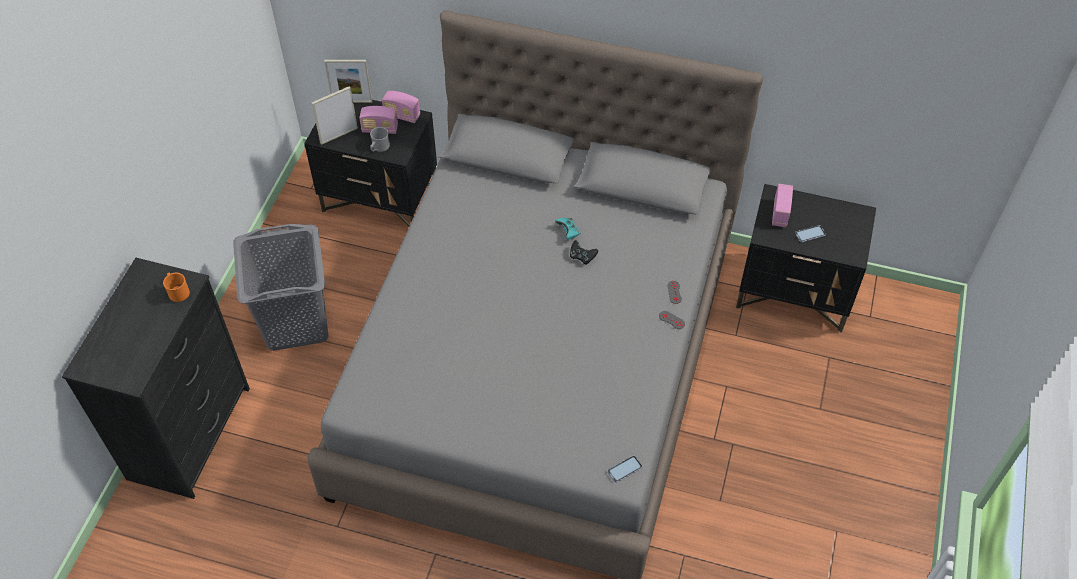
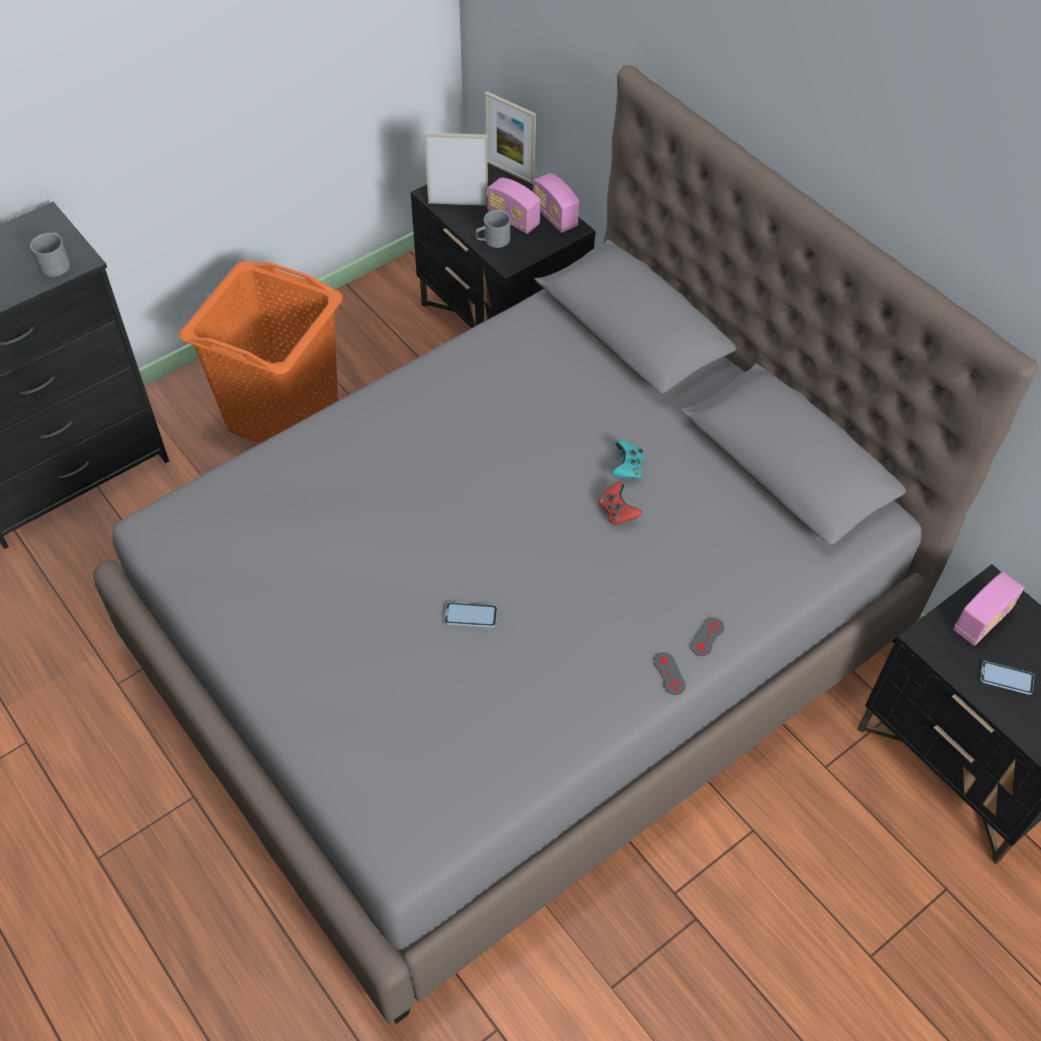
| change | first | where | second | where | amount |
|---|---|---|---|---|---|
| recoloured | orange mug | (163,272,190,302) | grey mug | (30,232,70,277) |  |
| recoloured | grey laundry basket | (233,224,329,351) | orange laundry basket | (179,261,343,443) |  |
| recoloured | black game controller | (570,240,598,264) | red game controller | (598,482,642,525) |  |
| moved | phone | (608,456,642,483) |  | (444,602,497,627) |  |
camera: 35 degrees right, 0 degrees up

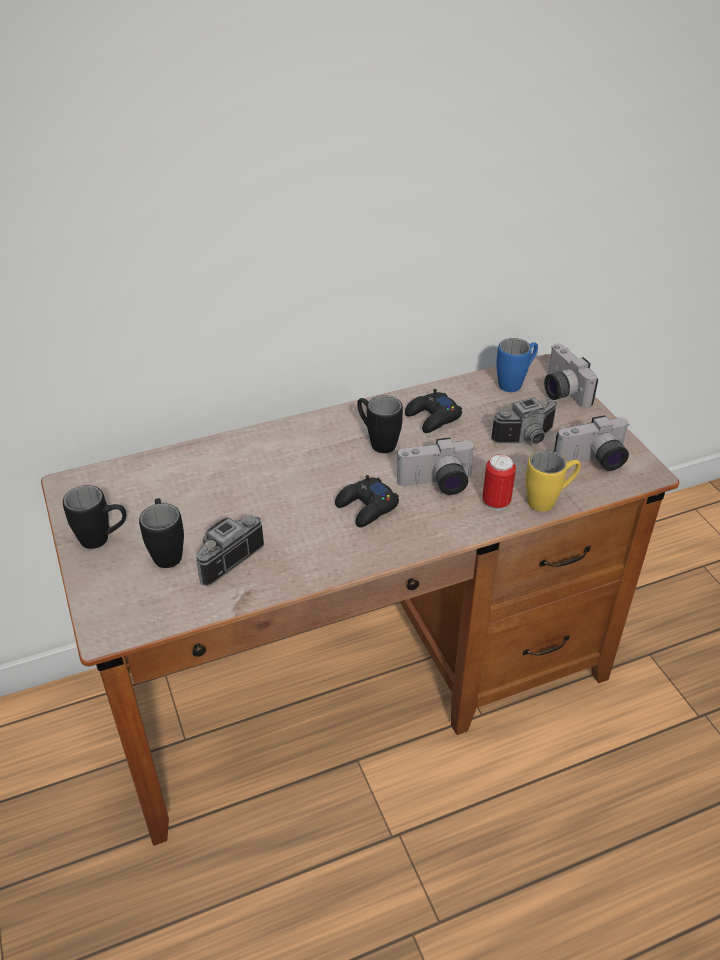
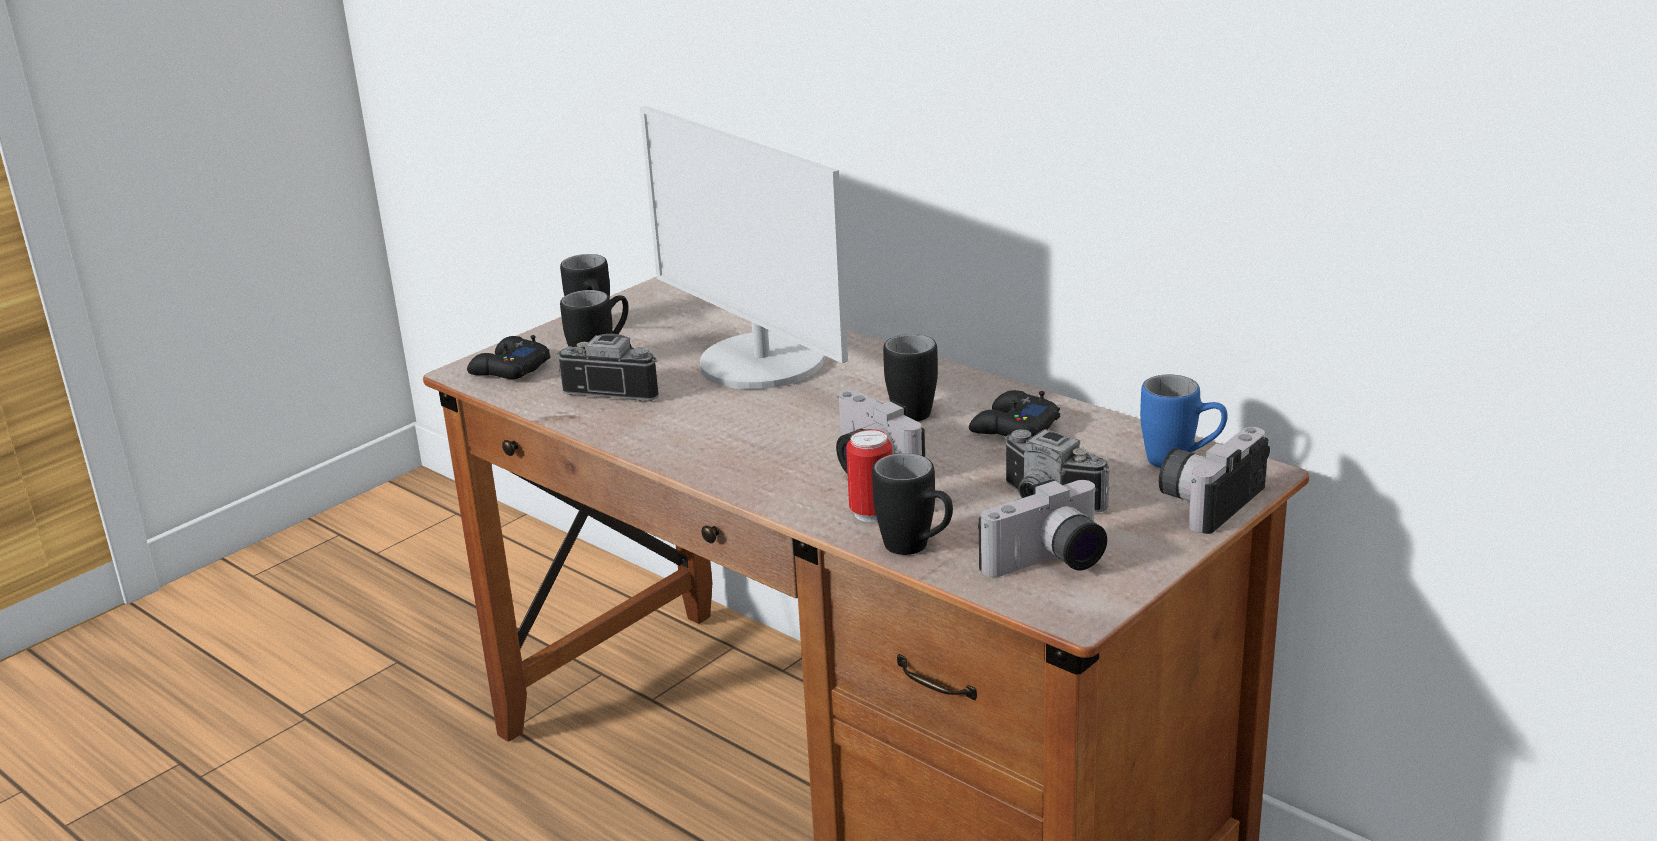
| change | first | where | second | where | amount |
|---|---|---|---|---|---|
| moved | black game controller | (335,475,399,527) |  | (467,335,550,379) |  |
| recoloured | yellow mug | (526,450,581,512) | black mug | (872,453,953,555) |  |
| turned | photo camera | (554,415,630,471) |  | (978,479,1107,577) | 75 degrees counterclockwise |
| added |  |  | monitor | (640,106,848,389) |  |
camera: 65 degrees right, 15 degrees down

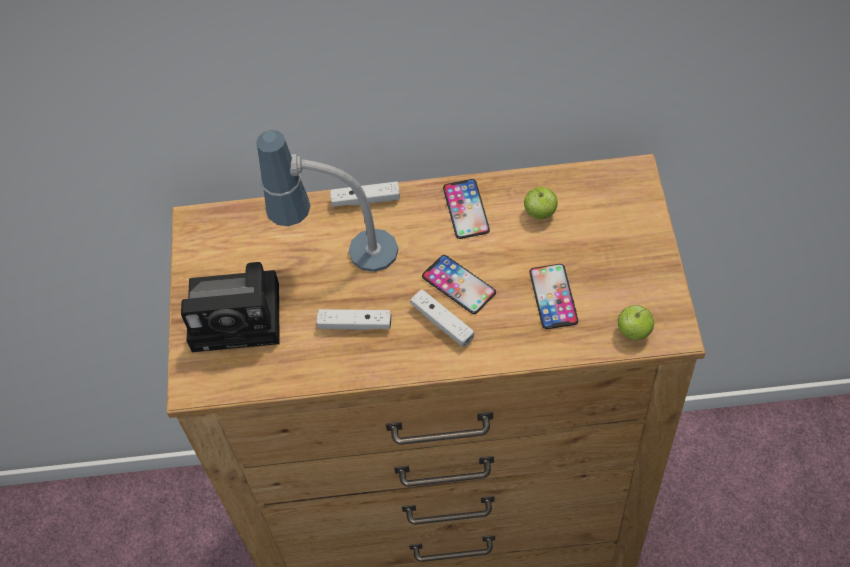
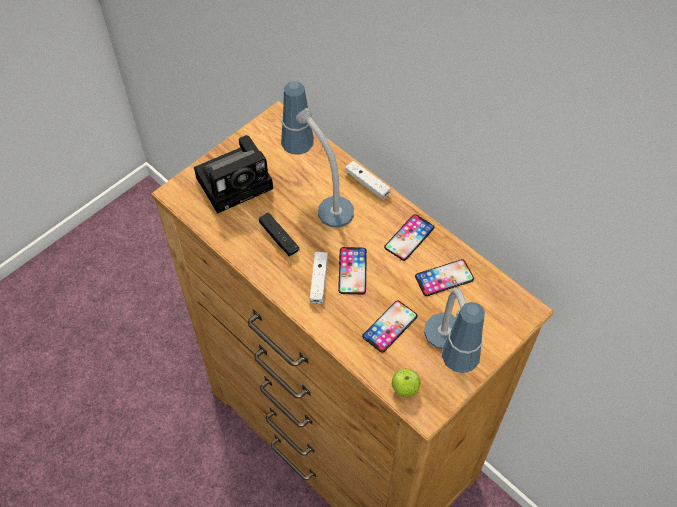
| change | first | where | second | where | amount |
|---|---|---|---|---|---|
| turned | photo camera | (181,262,280,352) |  | (194,135,273,214) | 75 degrees counterclockwise |
| recoloured | white game controller | (317,309,391,330) | black game controller | (259,213,299,257) |  |
| replaced | apple | (524,187,558,219) | phone | (415,259,474,296) |  |
| added |  |  | table lamp | (424,288,485,373) |  |
camera: 45 degrees right, 0 degrees up

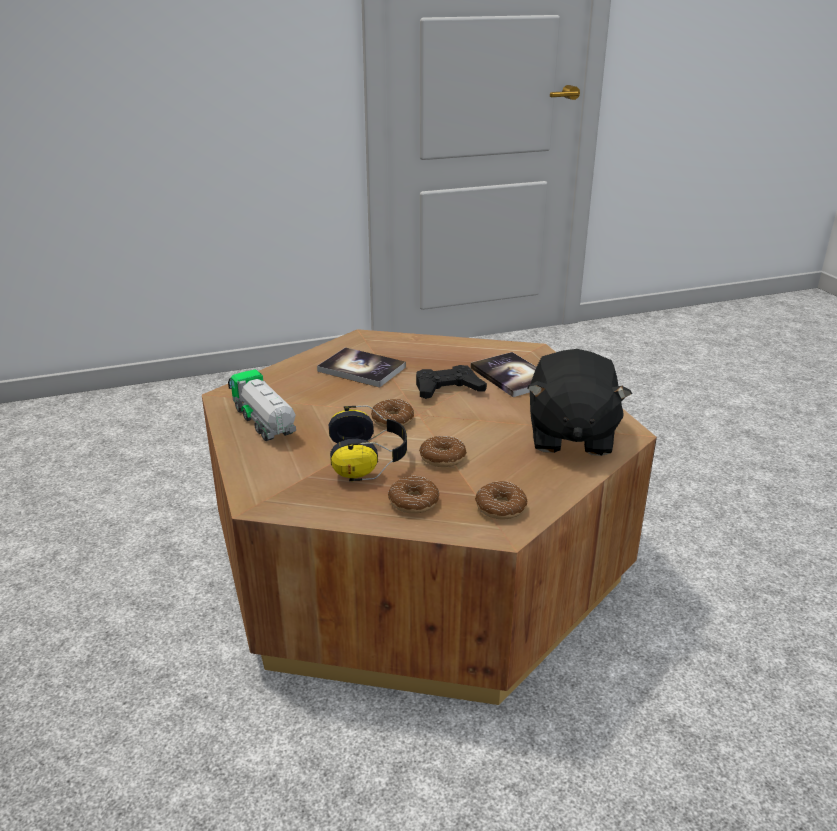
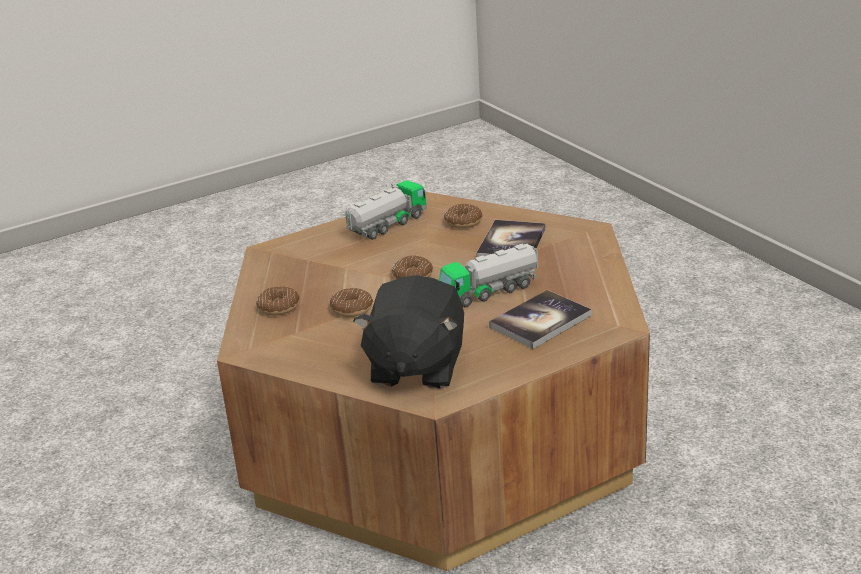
| change | first | where | second | where | amount |
|---|---|---|---|---|---|
| removed | headphones | (329,405,407,481) |  |  |  |
| replaced | black game controller | (416,365,487,399) | toy truck | (439,244,538,307) |  |
| moved | donut | (475,481,528,519) |  | (444,204,483,228) |  |
| turned | black plush toy | (527,349,632,456) |  | (353,275,464,389) | 75 degrees counterclockwise |
camera: 80 degrees right, 0 degrees up

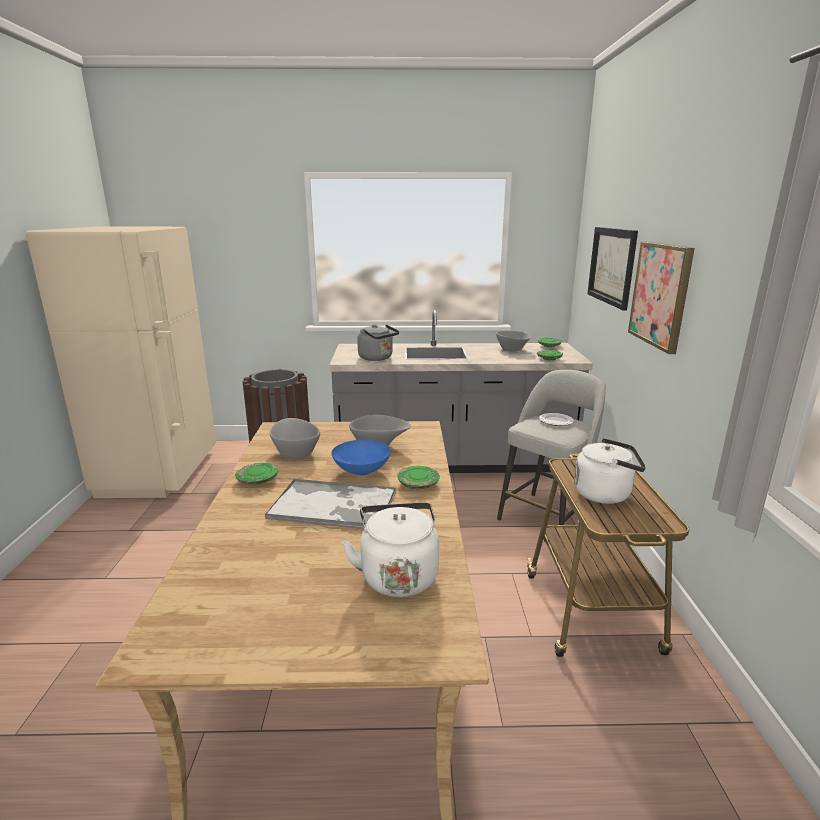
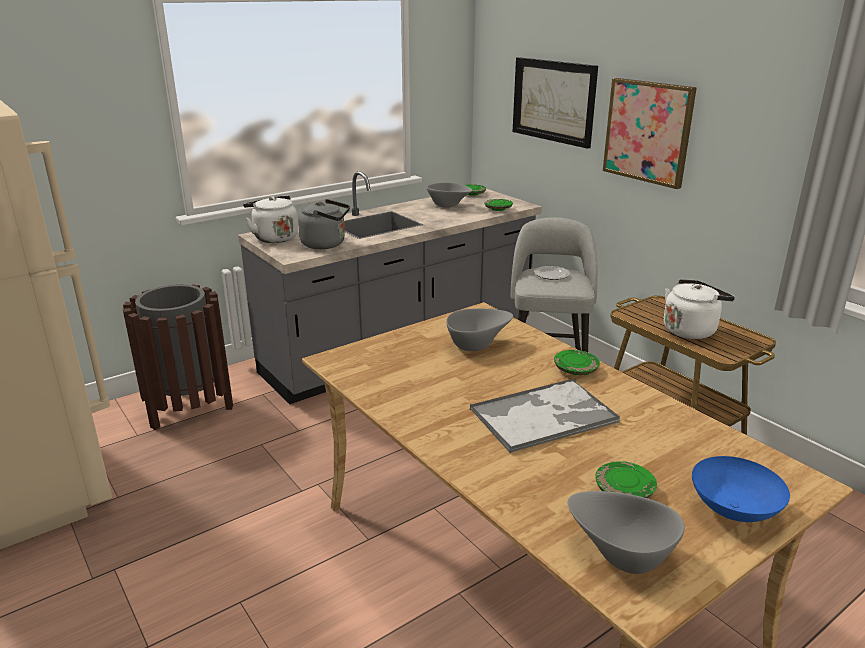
| change | first | where | second | where | amount |
|---|---|---|---|---|---|
| moved | green plate | (235,463,278,485) |  | (595,461,657,498) |  |
| moved | grey bowl | (270,418,320,459) |  | (568,491,685,574) |  |
| moved | blue bowl | (331,440,391,476) |  | (692,456,790,522) |  |
| moved | white kettle | (342,502,439,597) |  | (243,196,298,243) |  |
camera: 35 degrees left, 5 degrees up

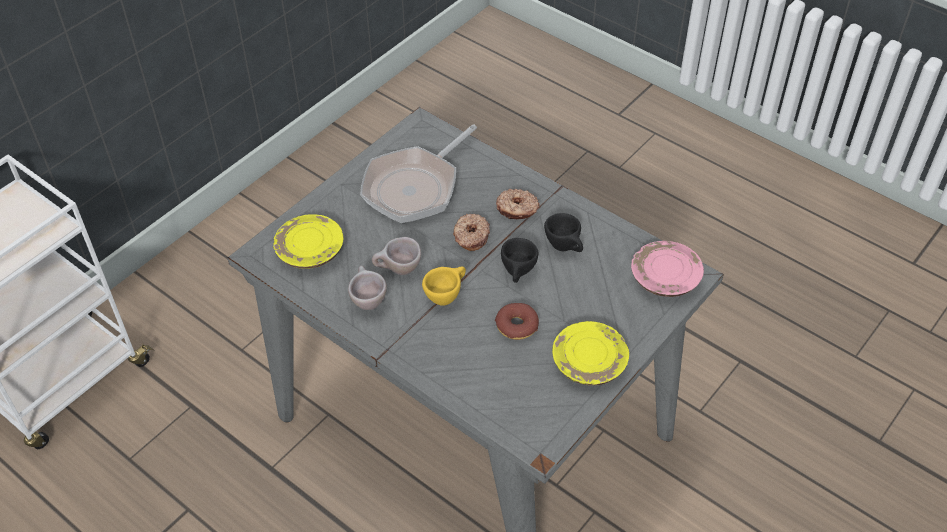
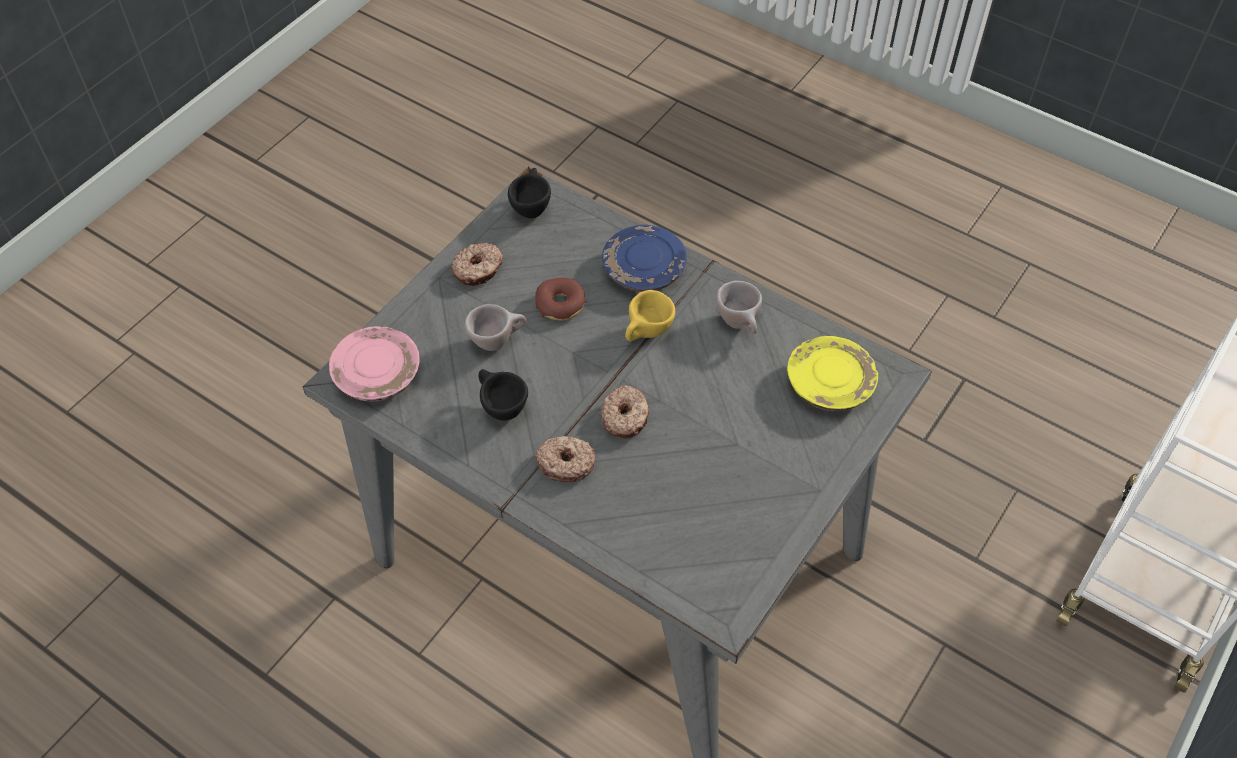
| change | first | where | second | where | amount |
|---|---|---|---|---|---|
| removed | frying pan | (360,124,477,223) |  |  |  |
| moved | beige cup | (372,237,421,275) |  | (465,304,526,351) |  |
| moved | black cup | (501,238,538,283) |  | (508,168,551,218) |  |
| replaced | yellow plate | (552,321,629,386) | donut | (451,242,503,286) |  |
| added |  |  | blue plate | (602,225,687,292) |  |
camera: 175 degrees right, 5 degrees up

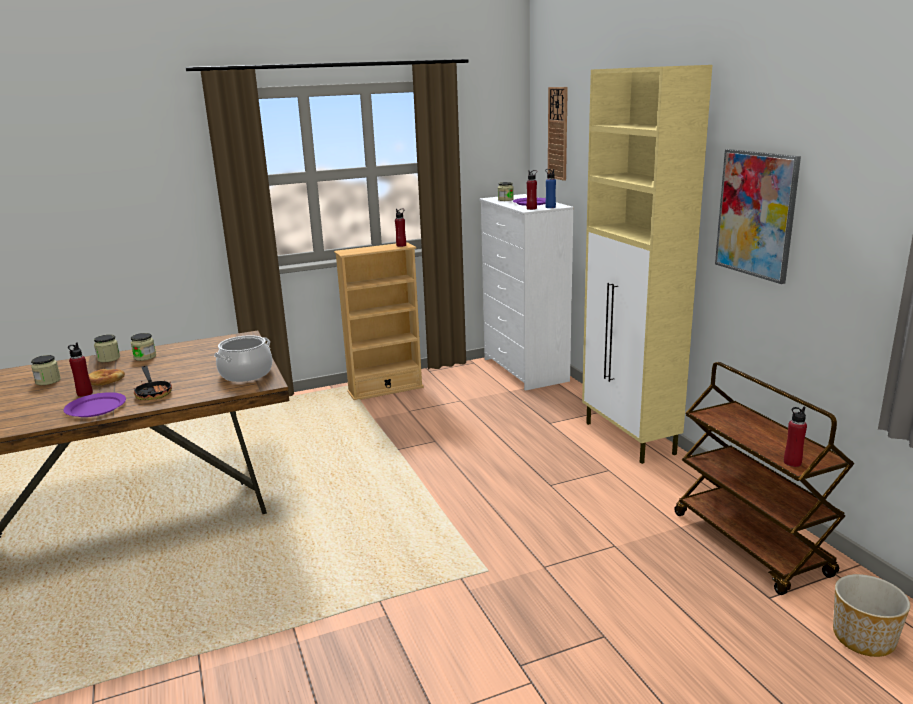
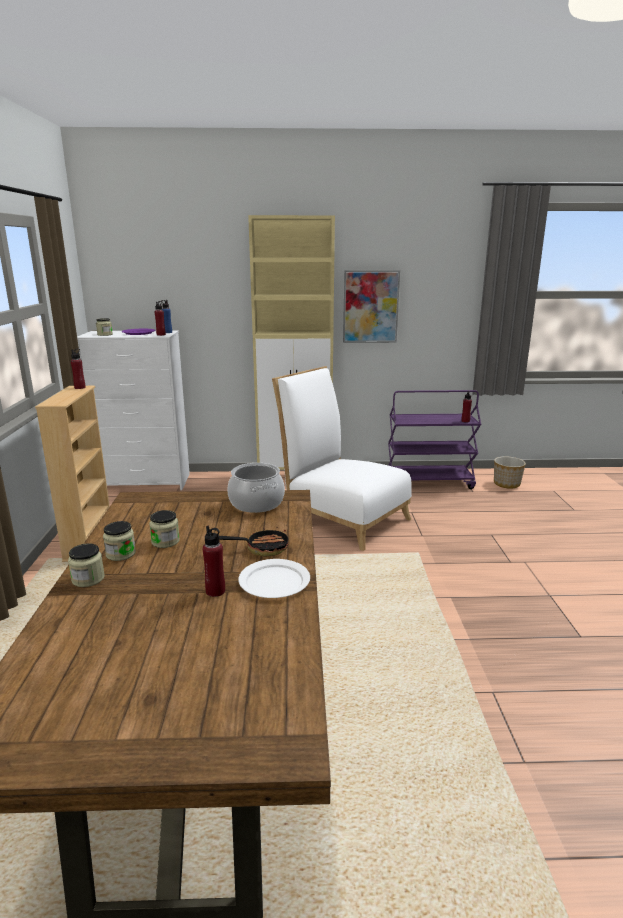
| change | first | where | second | where | amount |
|---|---|---|---|---|---|
| moved | jar | (31,355,61,385) |  | (149,510,180,548) |  |
| recoloured | purple plate | (63,392,126,417) | white plate | (238,559,310,598) |  |
| removed | bread | (88,369,125,386) |  |  |  |
| removed | wall clock | (548,87,568,181) |  |  |  |
| recoloured | brown cart | (674,362,854,595) | purple cart | (388,390,481,489) |  |
| added |  |  | white chair | (272,366,412,551) |  |
camera: 70 degrees left, 0 degrees up

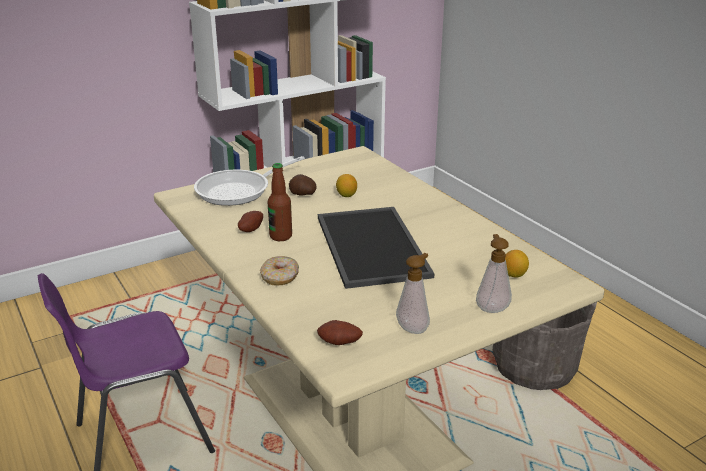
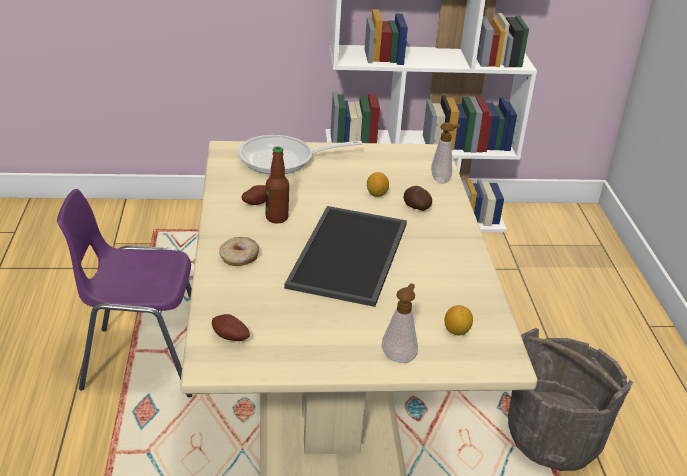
| change | first | where | second | where | amount |
|---|---|---|---|---|---|
| moved | potato | (289,174,317,196) |  | (404,186,432,211) |  |
| moved | soap dispenser | (396,253,430,334) |  | (431,123,460,183) |  |
camera: 25 degrees right, 5 degrees up

